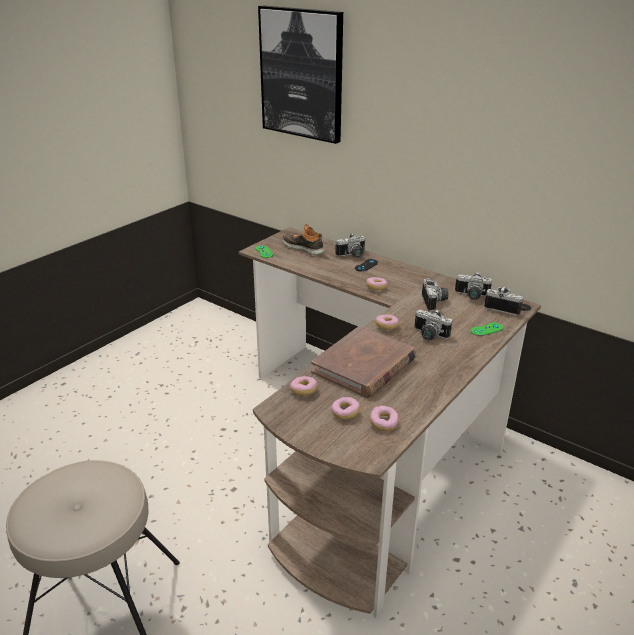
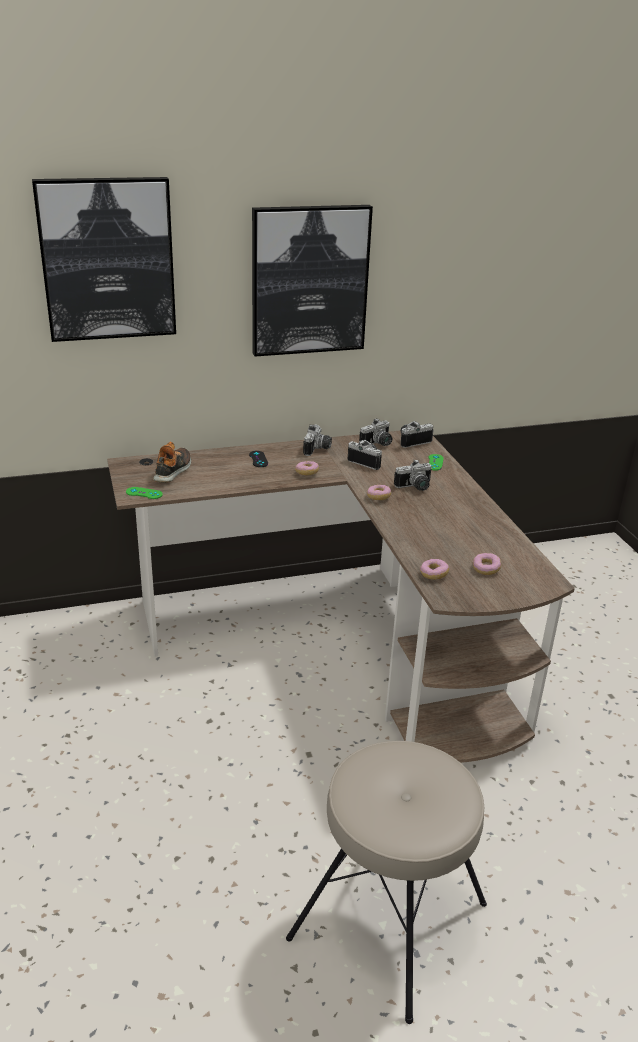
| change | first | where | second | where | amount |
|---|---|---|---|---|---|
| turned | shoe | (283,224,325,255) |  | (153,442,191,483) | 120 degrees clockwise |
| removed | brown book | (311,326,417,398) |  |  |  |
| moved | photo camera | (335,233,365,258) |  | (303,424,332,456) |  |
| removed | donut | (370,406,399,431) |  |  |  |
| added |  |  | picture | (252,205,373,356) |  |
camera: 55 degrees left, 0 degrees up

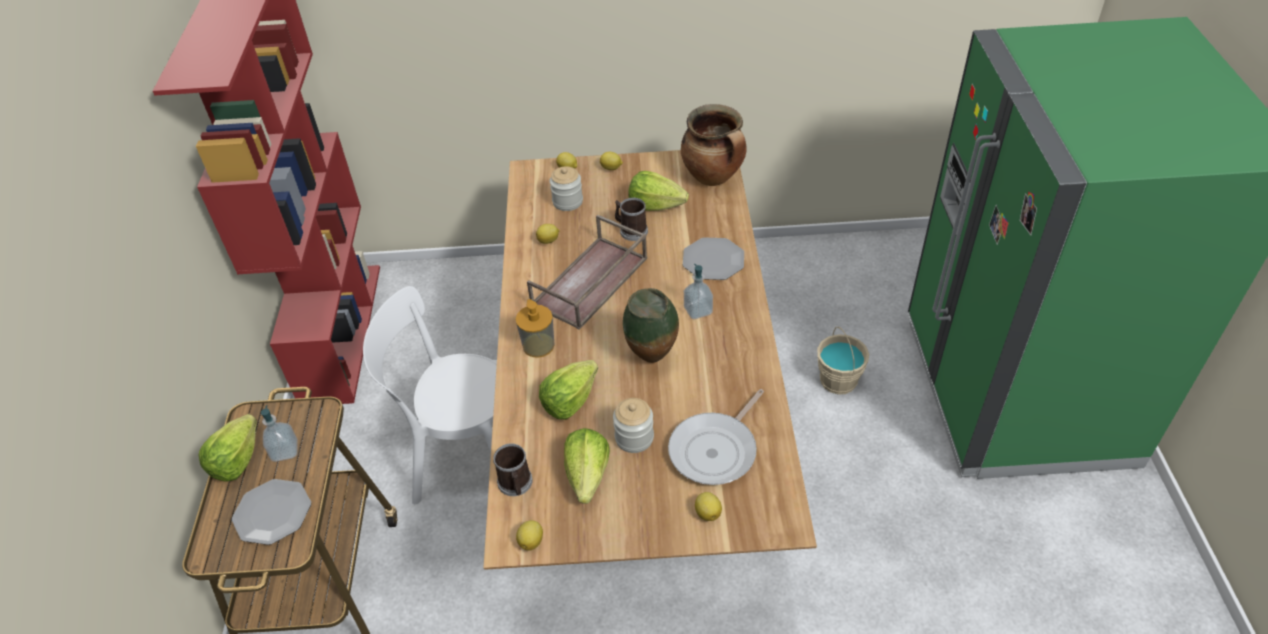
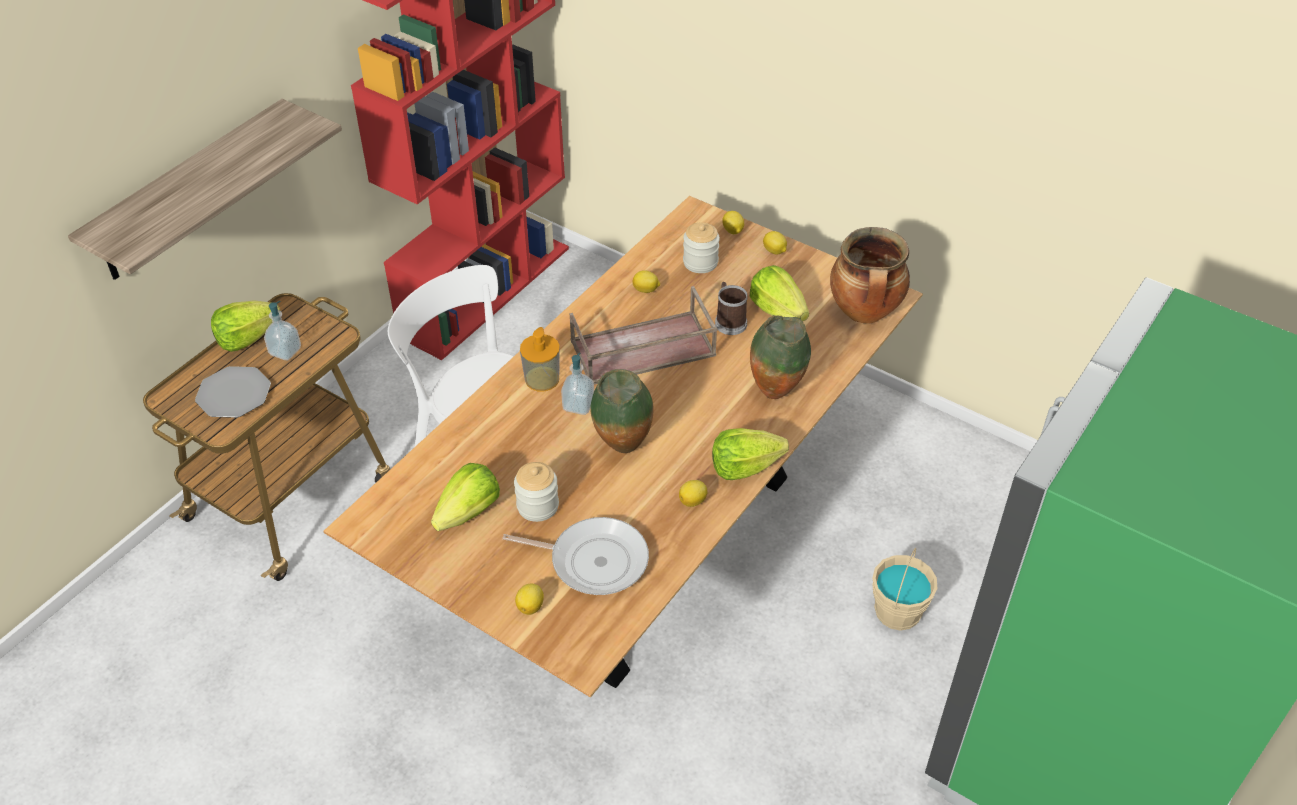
| change | first | where | second | where | amount |
|---|---|---|---|---|---|
| removed | mug | (493,443,533,496) |  |  |  |
| moved | lemon | (516,520,543,551) |  | (679,480,708,507) |  |
| moved | lettuce | (539,360,598,420) |  | (712,428,789,480) |  |
| turned | frying pan | (668,389,764,485) |  | (502,517,649,595) | 150 degrees counterclockwise |
| replaced | plate | (683,238,744,280) | vase | (750,315,811,399) |  |
| moved | soap dispenser | (684,264,713,319) |  | (561,353,594,415) |  |
| added |  |  | shelf | (68,99,342,280) |  |
camera: 35 degrees right, 0 degrees up

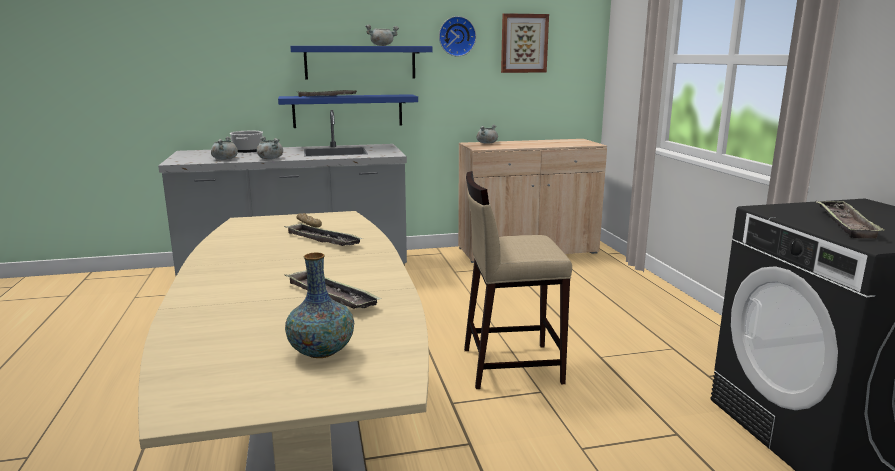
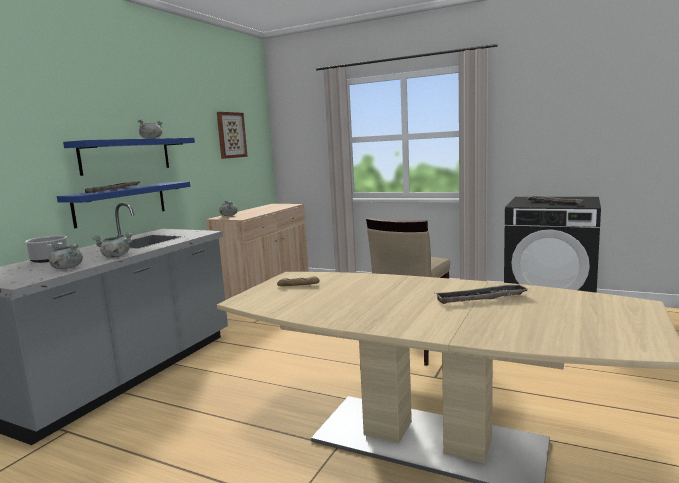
| change | first | where | second | where | amount |
|---|---|---|---|---|---|
| removed | tray | (284,223,363,246) |  |  |  |
| removed | vase | (285,253,354,358) |  |  |  |
| removed | wall clock | (439,16,476,57) |  |  |  |
camera: 50 degrees left, 5 degrees down

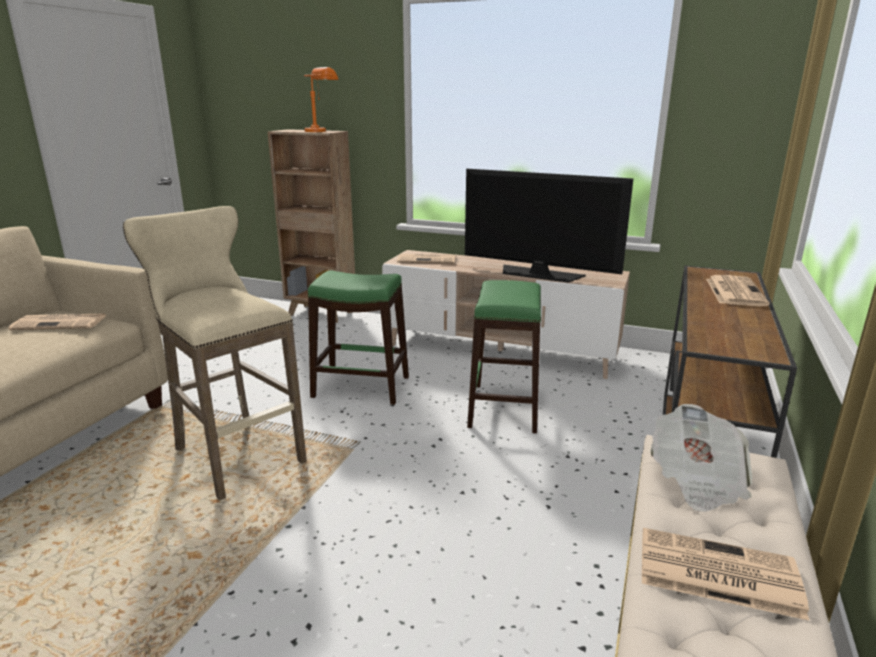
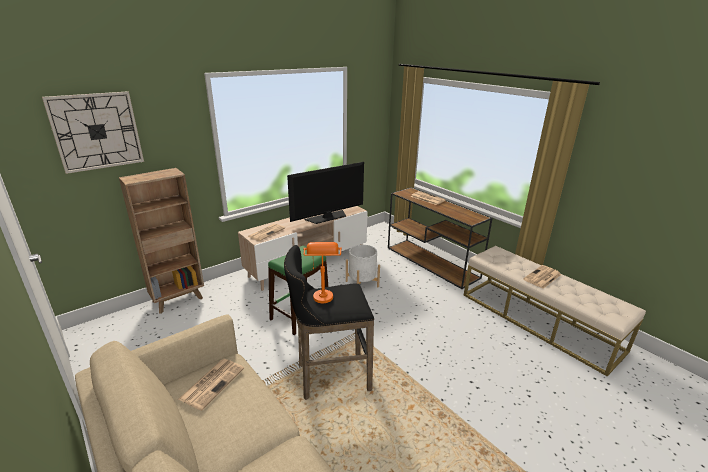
| change | first | where | second | where | amount |
|---|---|---|---|---|---|
| recoloured | beige stool | (123,206,307,500) | black stool | (284,245,374,400) |  |
| moved | orange table lamp | (304,67,339,132) |  | (303,242,342,303) |  |
| replaced | green stool | (467,280,541,433) | white planter | (346,245,380,287) |  |
| removed | newspaper | (650,404,752,512) |  |  |  |
| added |  |  | wall clock | (42,91,144,174) |  |
camera: 60 degrees left, 5 degrees up

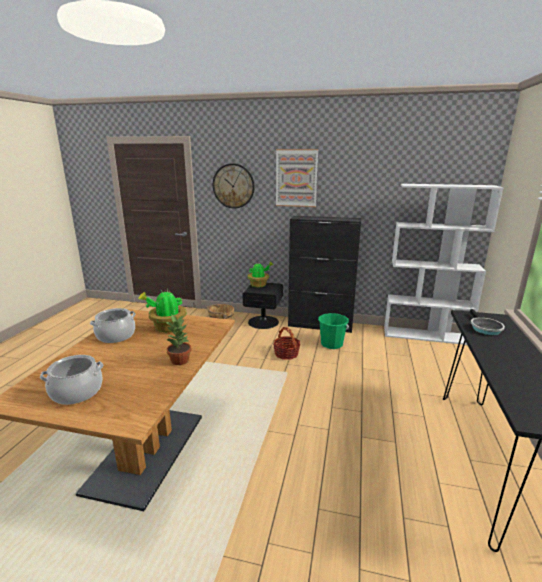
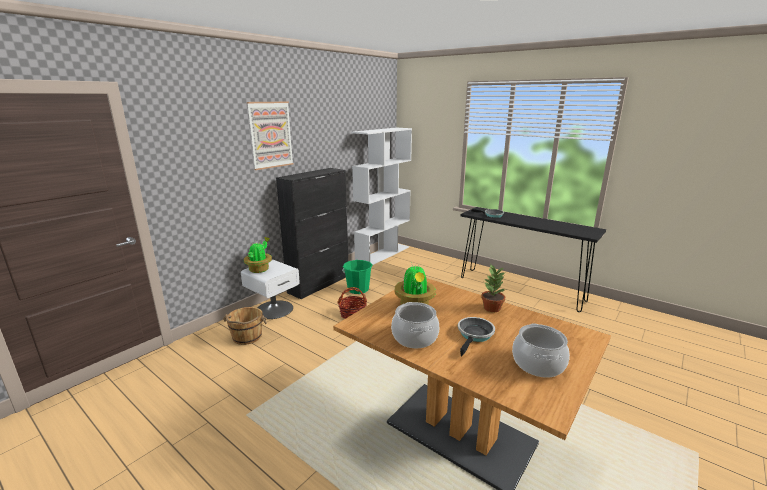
| change | first | where | second | where | amount |
|---|---|---|---|---|---|
| removed | wall clock | (213,164,255,208) |  |  |  |
| recoloured | black nightstand | (243,283,283,329) | white nightstand | (241,259,300,319) |  |
| added |  |  | frying pan | (458,317,495,356) |  |
camera: 65 degrees left, 0 degrees up

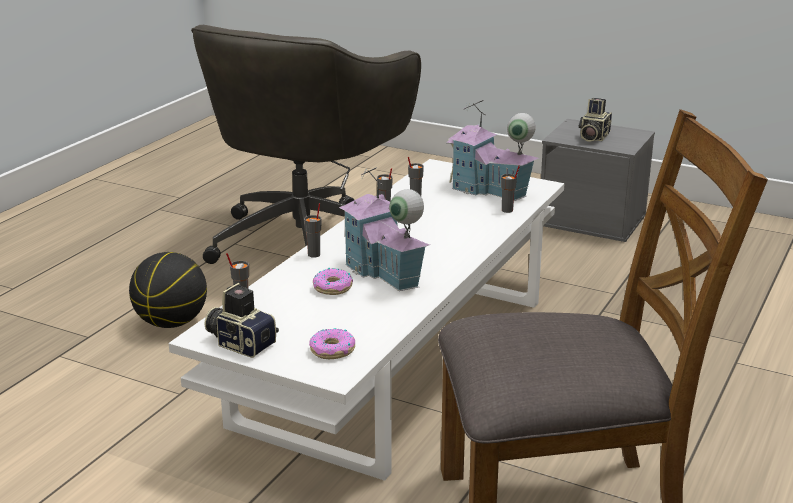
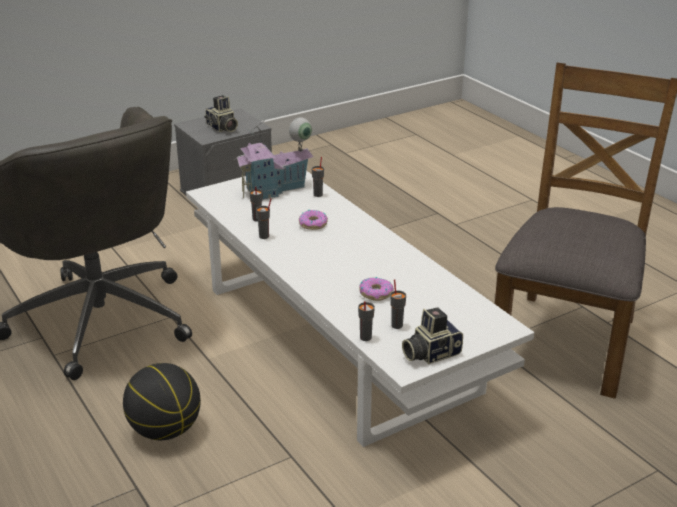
| change | first | where | second | where | amount |
|---|---|---|---|---|---|
| moved | grey cup | (304,203,321,258) |  | (390,279,406,329) |  |
| moved | donut | (309,328,355,359) |  | (299,210,328,230) |  |
| removed | toy house | (339,167,430,291) |  |  |  |
camera: 60 degrees left, 5 degrees up

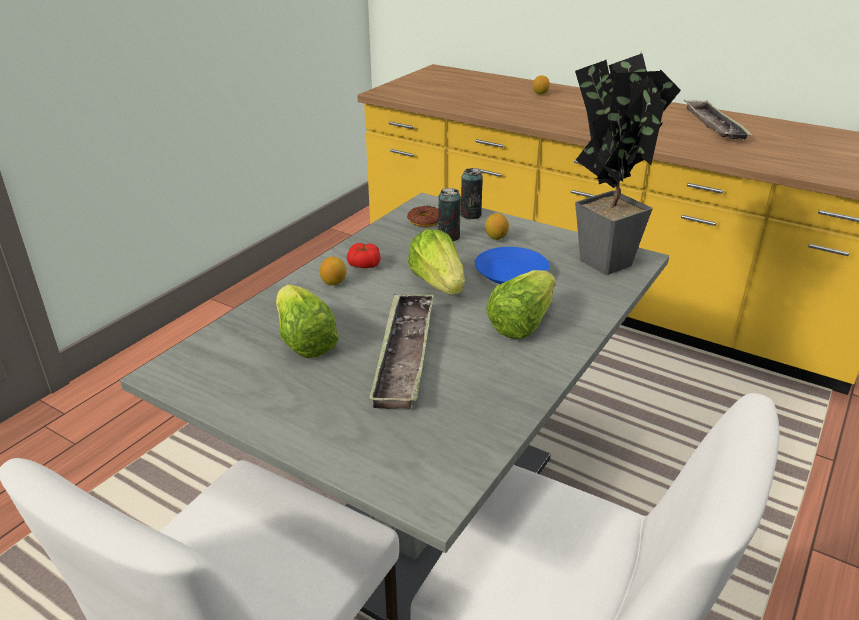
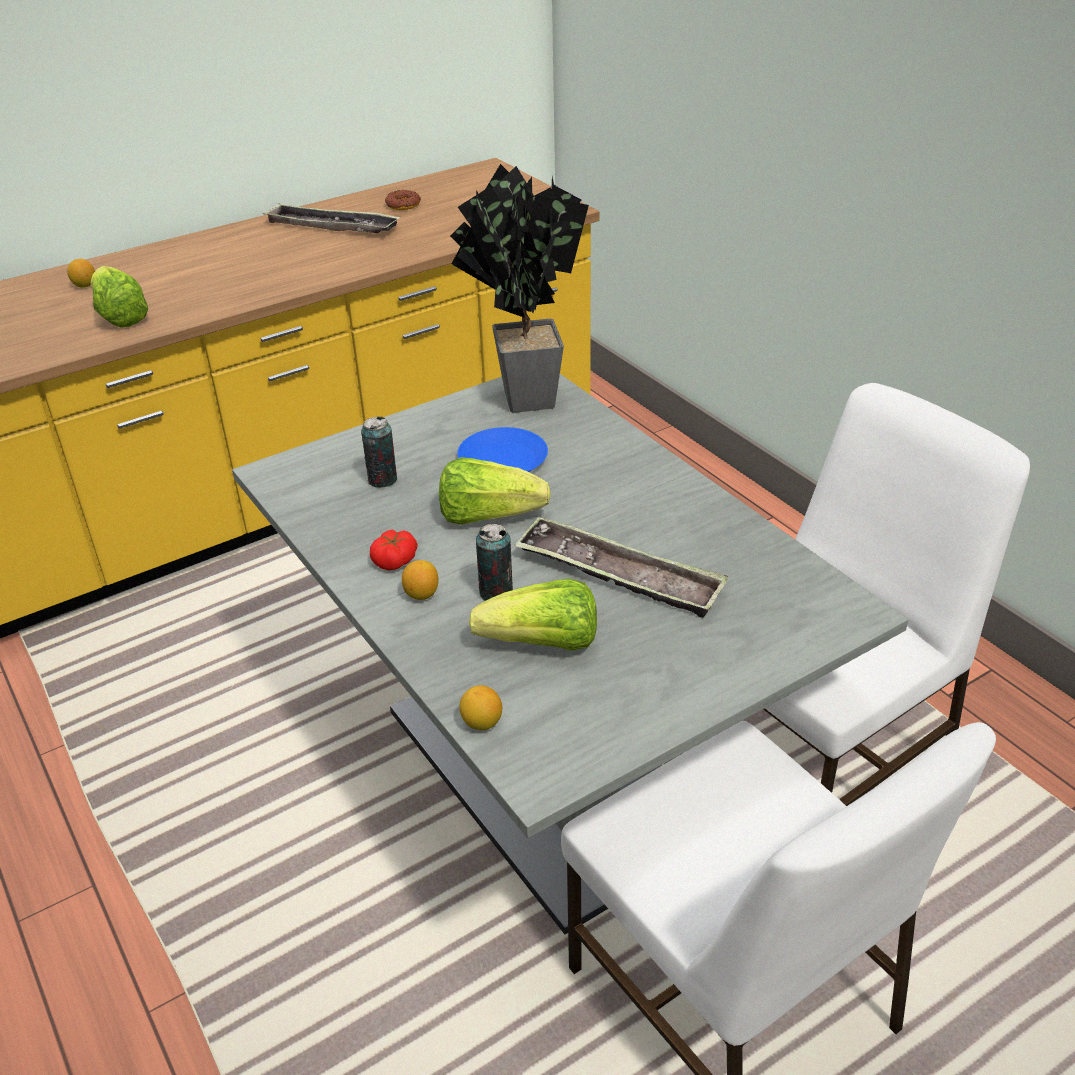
| change | first | where | second | where | amount |
|---|---|---|---|---|---|
| moved | donut | (407,205,438,227) |  | (385,190,421,210) |  |
| moved | can | (461,168,483,219) |  | (476,524,513,601) |  |
| moved | lemon | (485,213,509,240) |  | (459,685,502,730) |  |
| moved | lettuce | (486,270,556,339) |  | (90,266,148,328) |  |
camera: 65 degrees left, 5 degrees up

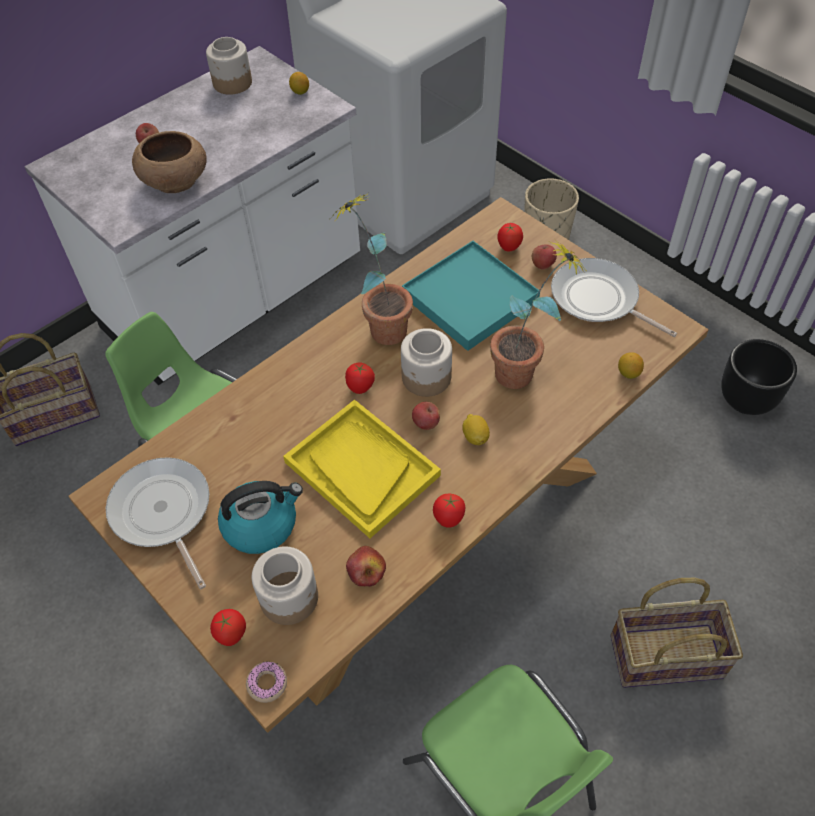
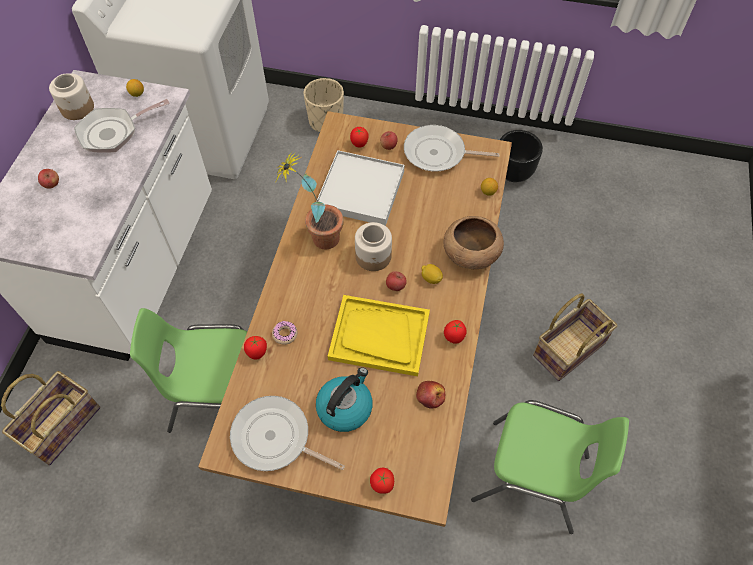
| change | first | where | second | where | amount |
|---|---|---|---|---|---|
| moved | brown bowl | (132,131,206,193) |  | (444,216,504,269) |  |
| moved | donut | (246,661,287,703) |  | (272,321,297,345) |  |
| removed | jar | (252,546,318,625) |  |  |  |
| moved | tomato | (345,363,375,394) |  | (244,336,267,360) |  |
| recoloured | turquoise tray | (402,241,540,351) | white tray | (316,150,404,226) |  |
| removed | potted plant | (490,240,585,389) |  |  |  |
| added |  |  | frying pan | (74,99,170,153) |  |
camera: 35 degrees left, 5 degrees up

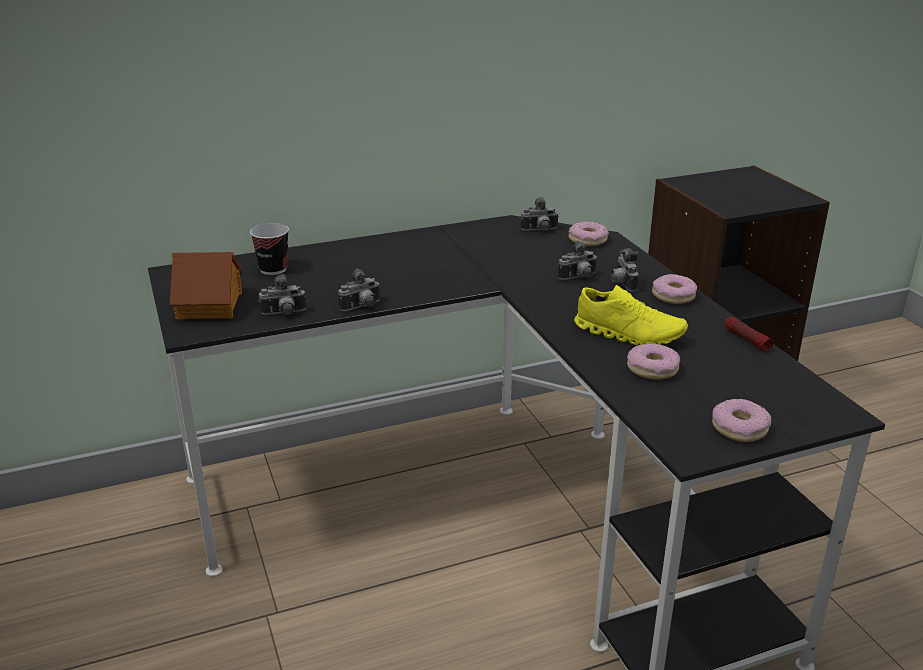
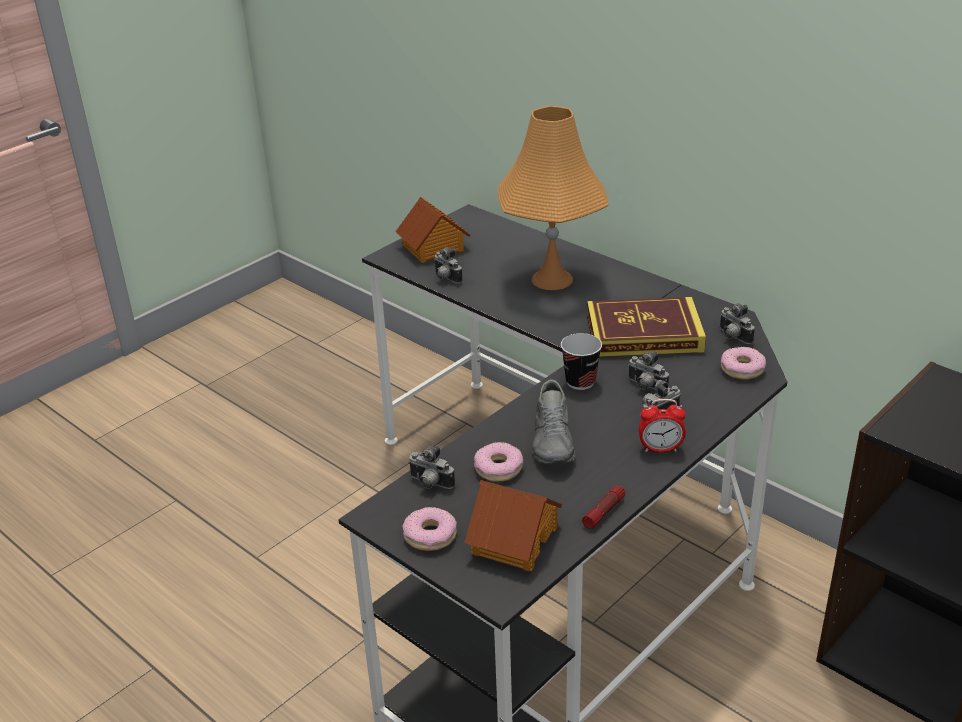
| change | first | where | second | where | amount |
|---|---|---|---|---|---|
| moved | cup | (250,223,289,275) |  | (561,333,602,390) |  |
| moved | photo camera | (338,268,380,311) |  | (408,445,455,489) |  |
| recoloured | yellow shoe | (574,285,688,345) | grey shoe | (533,379,576,464) |  |
| replaced | donut | (652,274,697,304) | alarm clock | (639,399,686,452) |  |
| added |  |  | toy house | (464,480,562,571) |  |
| added |  |  | orange table lamp | (498,106,609,290) |  |
| added |  |  | book | (587,297,706,357) |  |
camera: 65 degrees right, 5 degrees up

